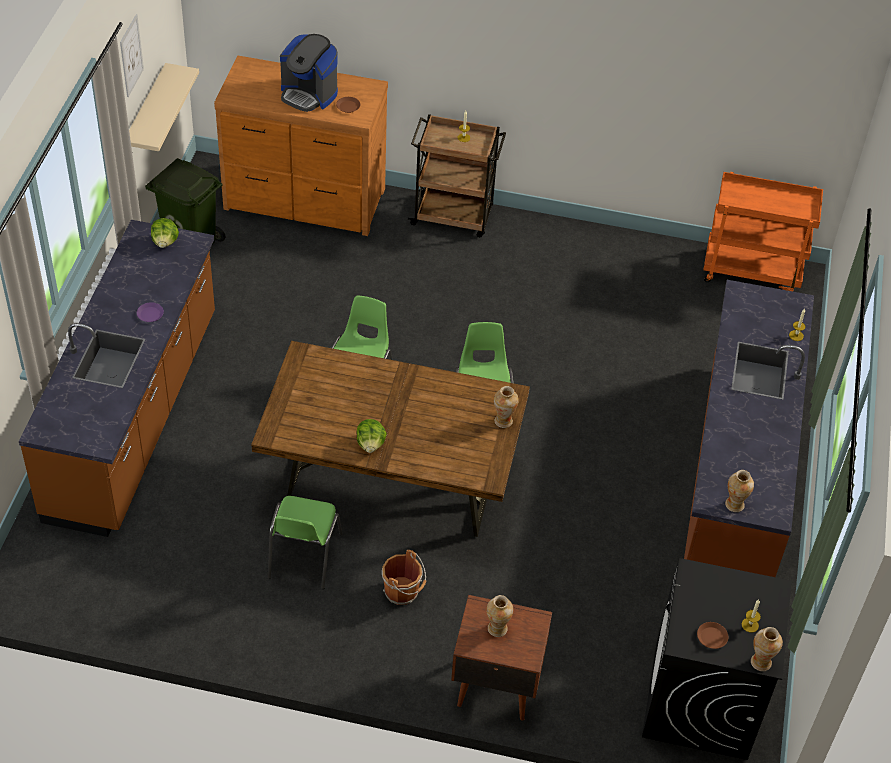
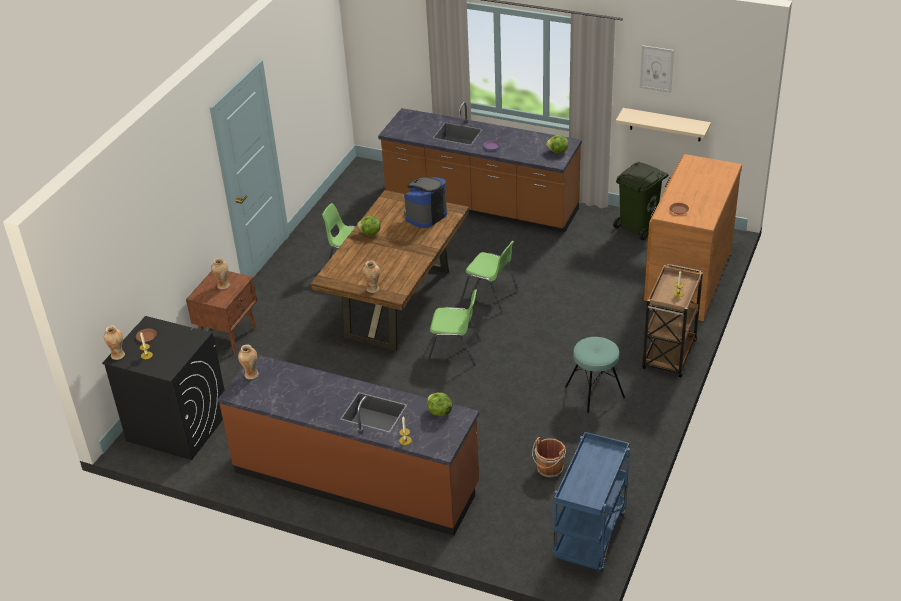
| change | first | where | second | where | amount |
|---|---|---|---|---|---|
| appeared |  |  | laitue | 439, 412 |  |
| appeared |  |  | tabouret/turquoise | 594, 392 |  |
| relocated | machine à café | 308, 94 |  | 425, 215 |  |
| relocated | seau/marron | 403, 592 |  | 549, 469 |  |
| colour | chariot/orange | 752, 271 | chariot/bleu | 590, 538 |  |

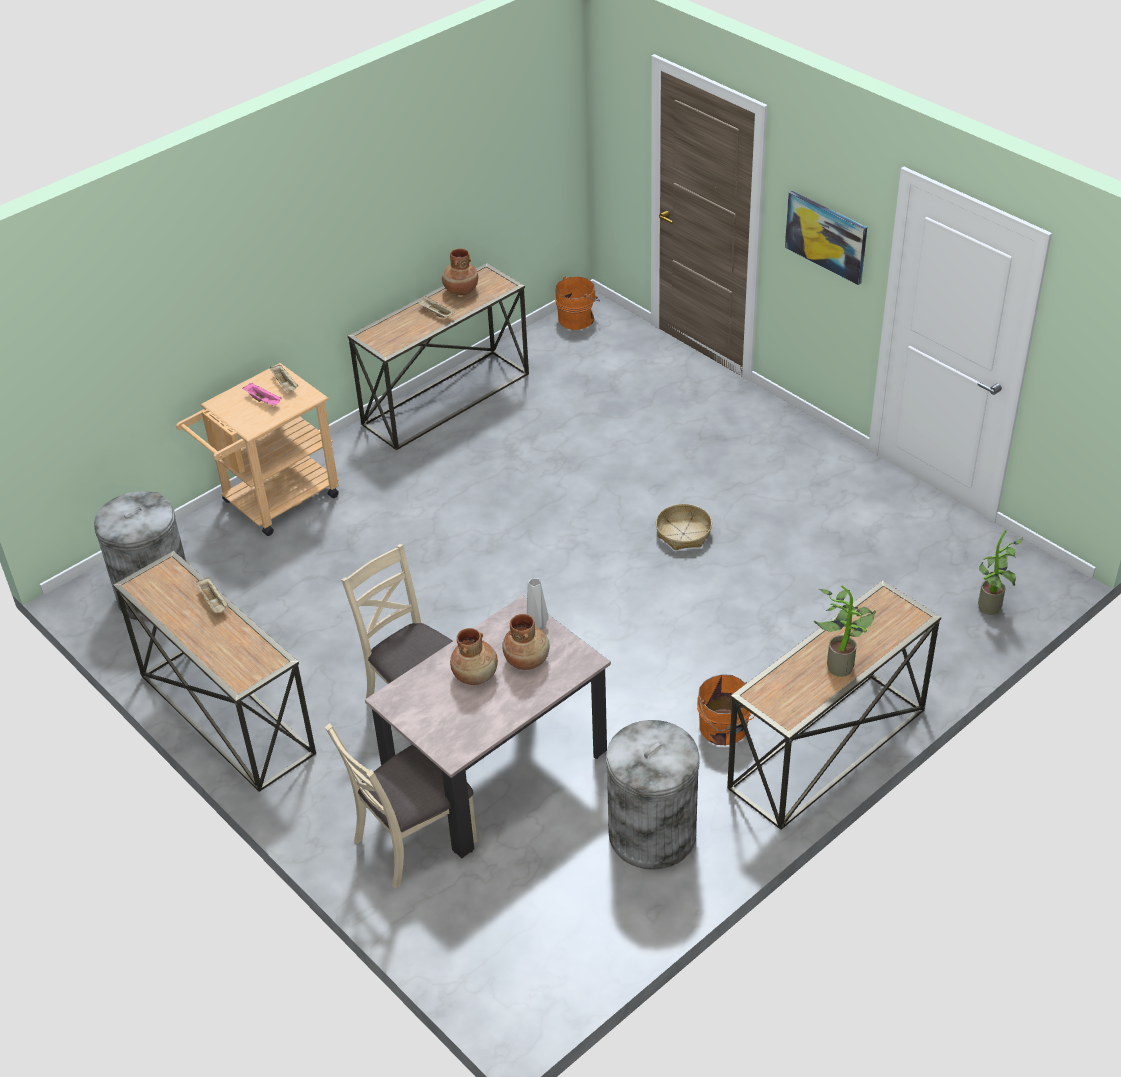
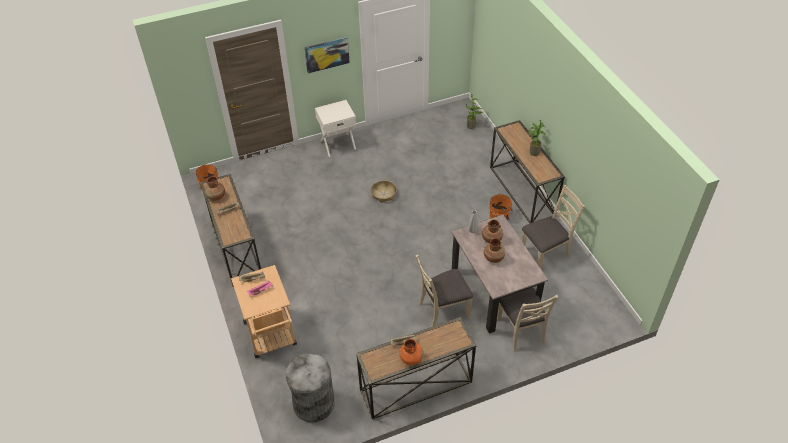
| change | first | where | second | where | amount |
|---|---|---|---|---|---|
| appeared |  |  | table de chevet/blanc | 338, 144 |  |
| appeared |  |  | vase/orange | 411, 358 |  |
| exchanged | poubelle/gris | 652, 834 | chaise/beige | 545, 253 |  |

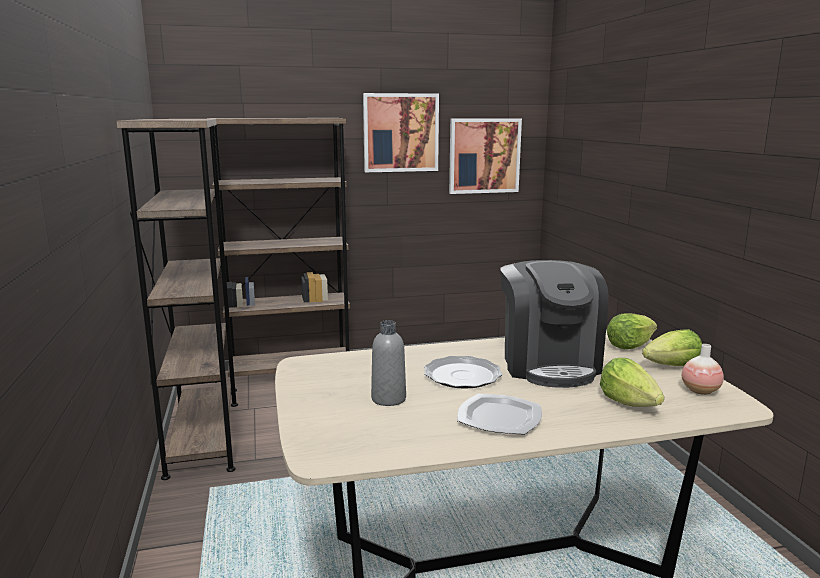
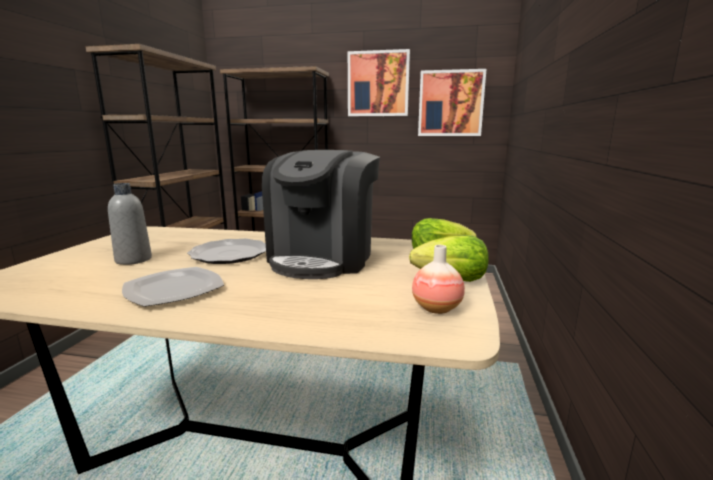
| change | first | where | second | where | amount |
|---|---|---|---|---|---|
| missing | laitue | 628, 403 |  |  |  |

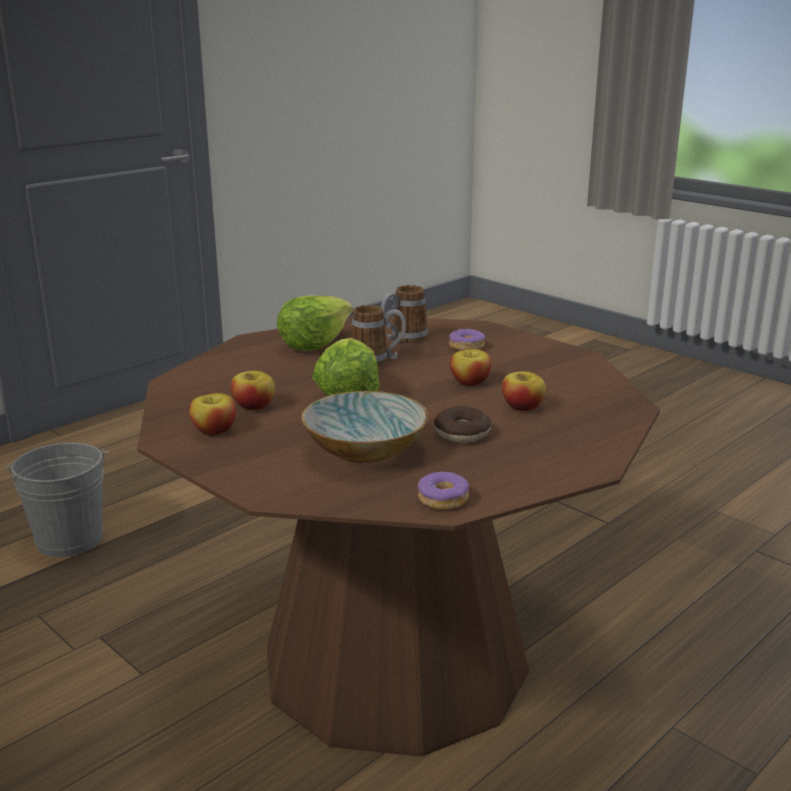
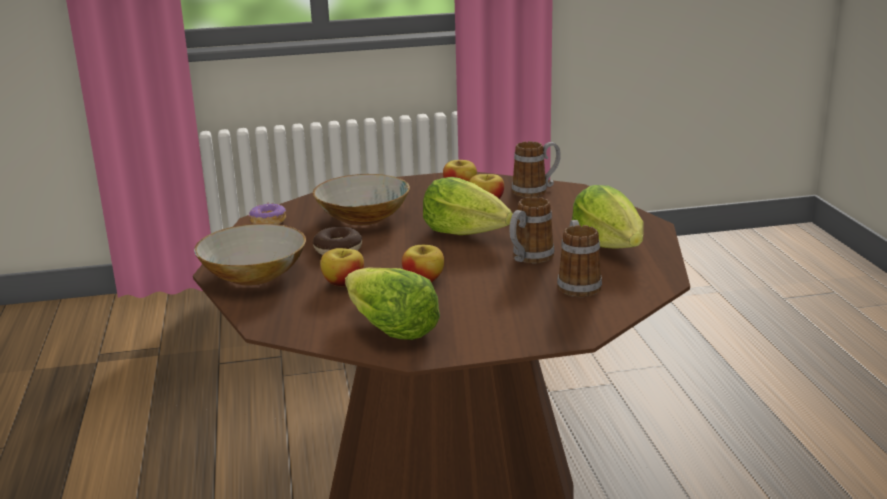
| change | first | where | second | where | amount |
|---|---|---|---|---|---|
| missing | seau/gris | 69, 540 |  |  |  |
| missing | beignet | 466, 347 |  |  |  |
| appeared |  |  | bol | 252, 275 |  |
| appeared |  |  | laitue | 389, 329 |  |
| appeared |  |  | mug | 536, 191 |  |

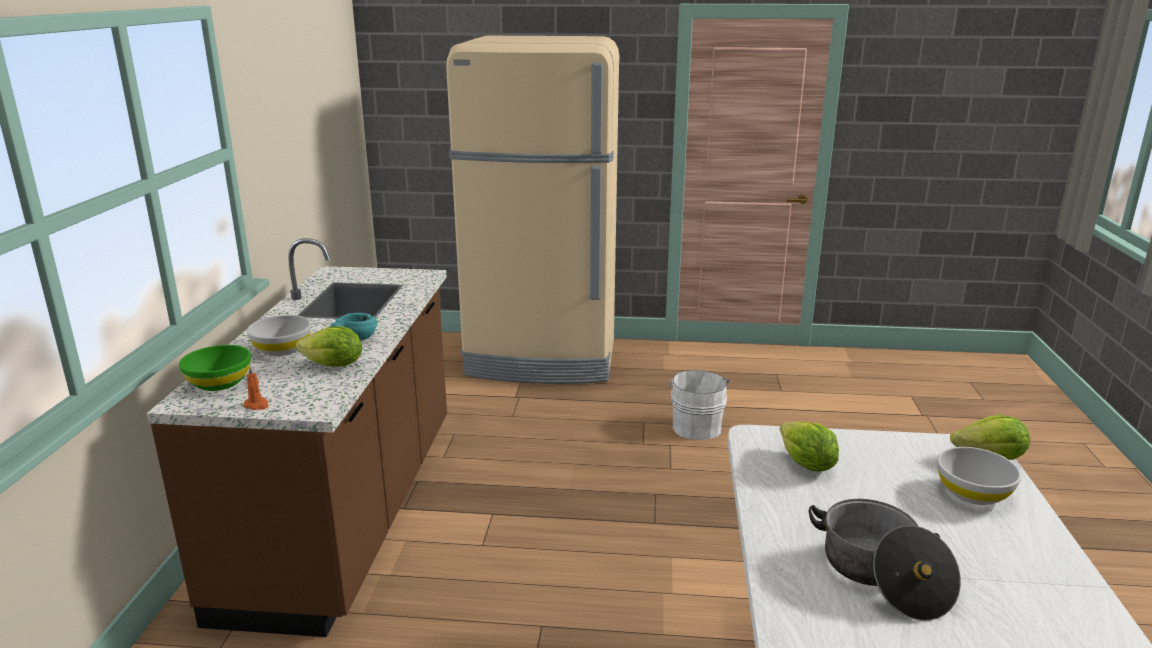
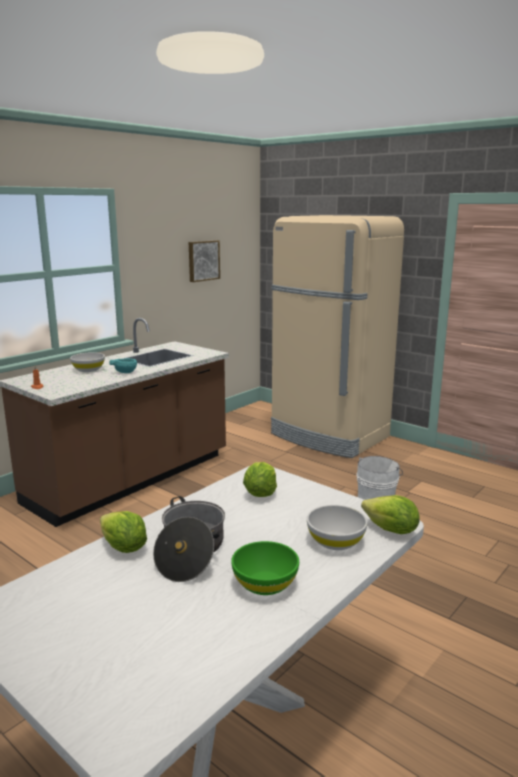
| change | first | where | second | where | amount |
|---|---|---|---|---|---|
| appeared |  |  | tableau | 203, 260 |  |
| relocated | bol/vert | 219, 383 |  | 264, 584 |  |
| relocated | laitue | 334, 366 |  | 123, 548 |  |

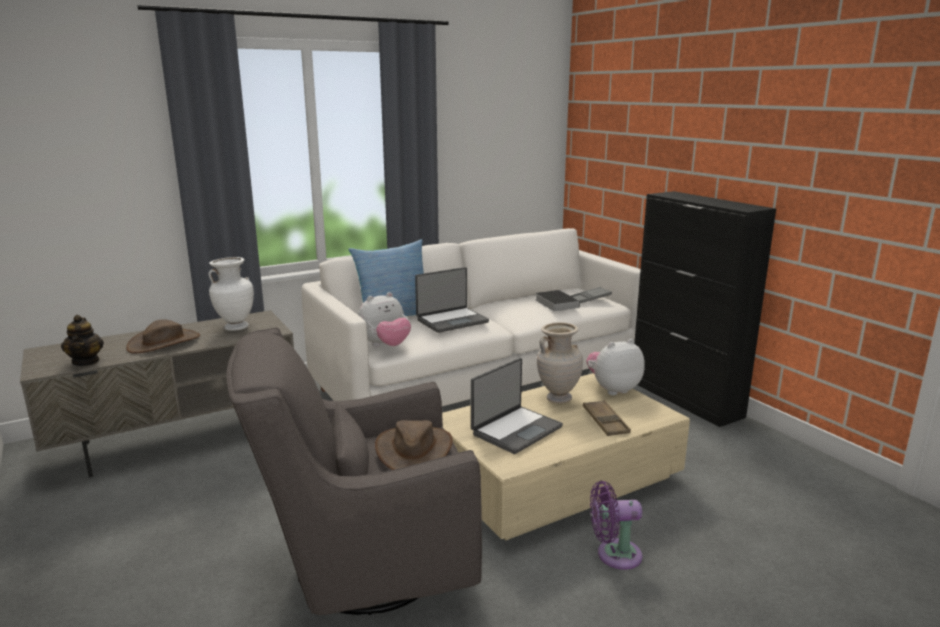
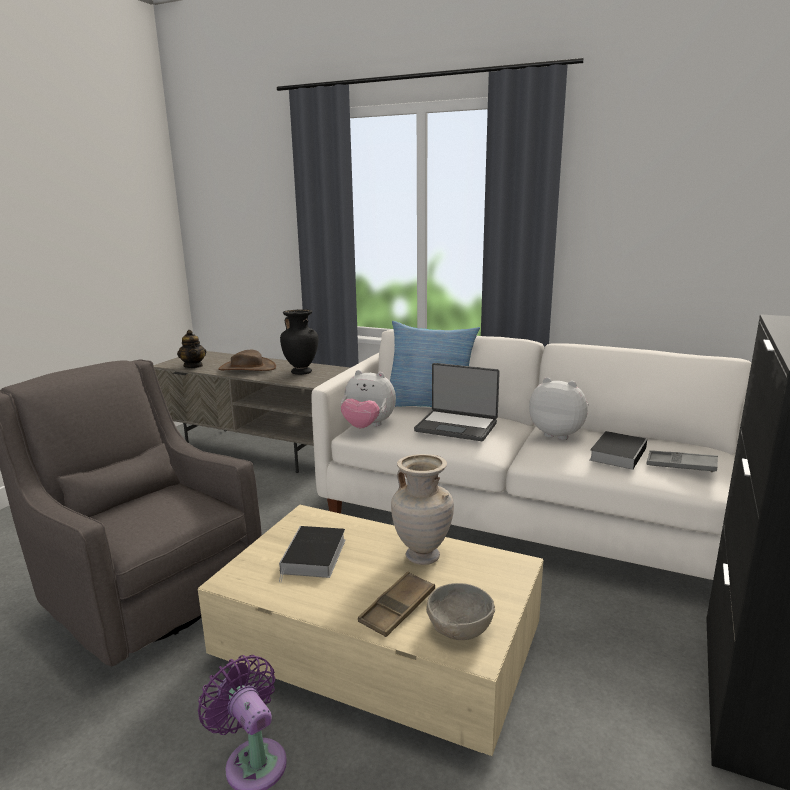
| change | first | where | second | where | amount |
|---|---|---|---|---|---|
| missing | chapeau/marron | 413, 449 |  |  |  |
| appeared |  |  | bol/gris | 459, 627 |  |
| relocated | peluche | 613, 389 |  | 558, 434 |  |
| exchanged | ordinateur portable | 515, 430 | livre | 314, 557 |  |
| colour | vase/blanc | 236, 327 | vase/noir | 301, 372 |  |
| spun | théière | 86, 361 |  | 193, 366 | 60 degrees counterclockwise |

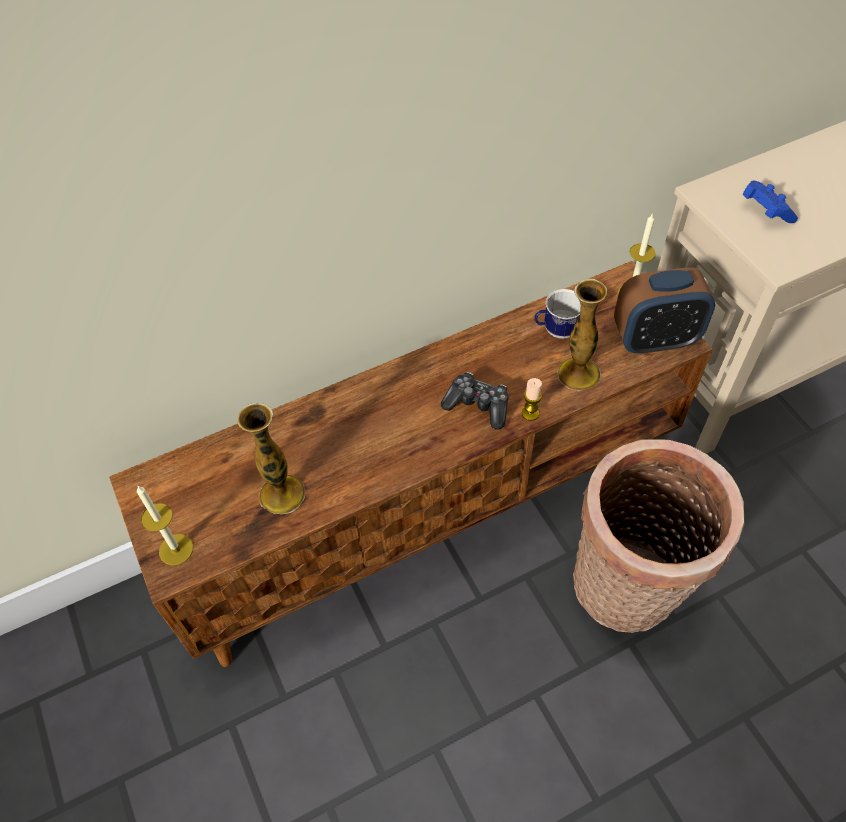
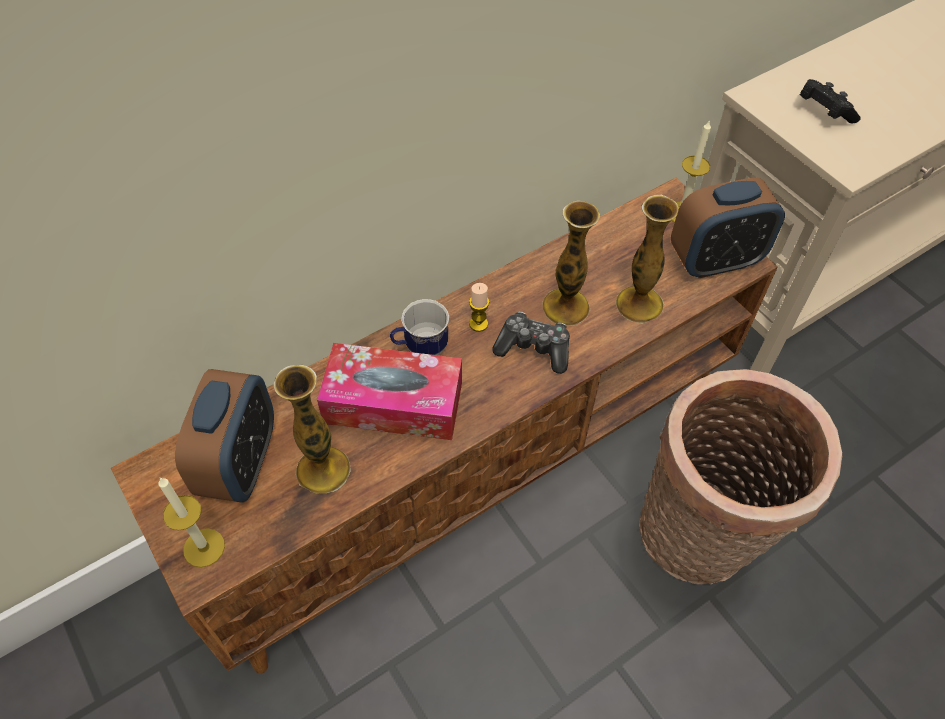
| change | first | where | second | where | amount |
|---|---|---|---|---|---|
| appeared |  |  | réveil | 240, 463 |  |
| appeared |  |  | boîte à mouchoirs | 393, 403 |  |
| appeared |  |  | vase | 565, 307 |  |
| relocated | bougie | 530, 413 |  | 478, 324 |  |
| relocated | mug | 555, 331 |  | 420, 348 |  |
| colour | manette/bleu | 764, 211 | manette/noir | 823, 112 |  |

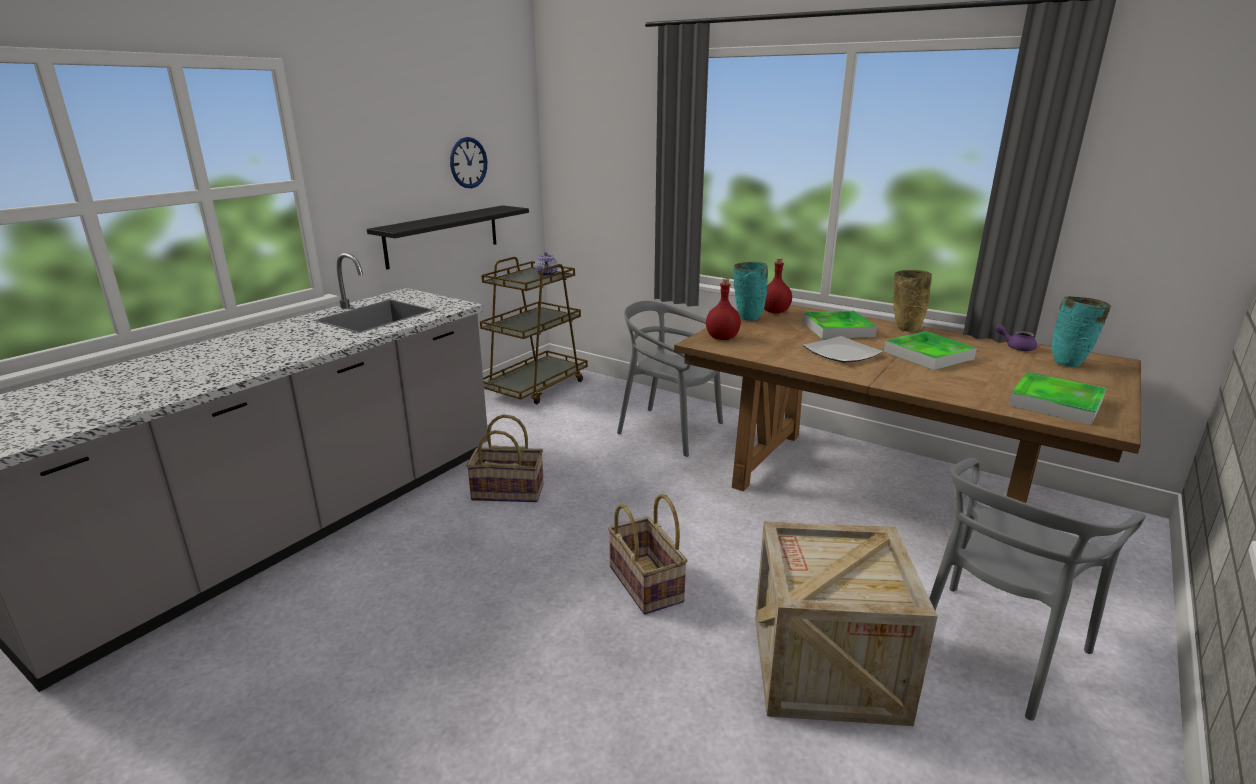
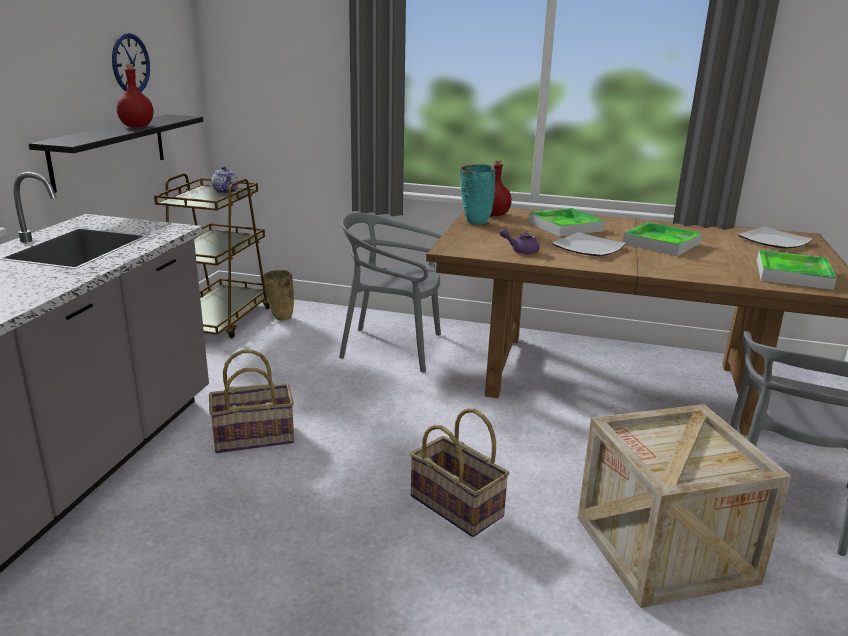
| change | first | where | second | where | amount |
|---|---|---|---|---|---|
| relocated | bouteille/rouge | 722, 338 |  | 137, 126 |  |
| relocated | vase/beige | 904, 329 |  | 280, 318 |  |
| relocated | théière/violet | 1016, 347 |  | 521, 250 |  |
| exchanged | vase/turquoise | 1070, 364 | assiette | 774, 241 |  |

